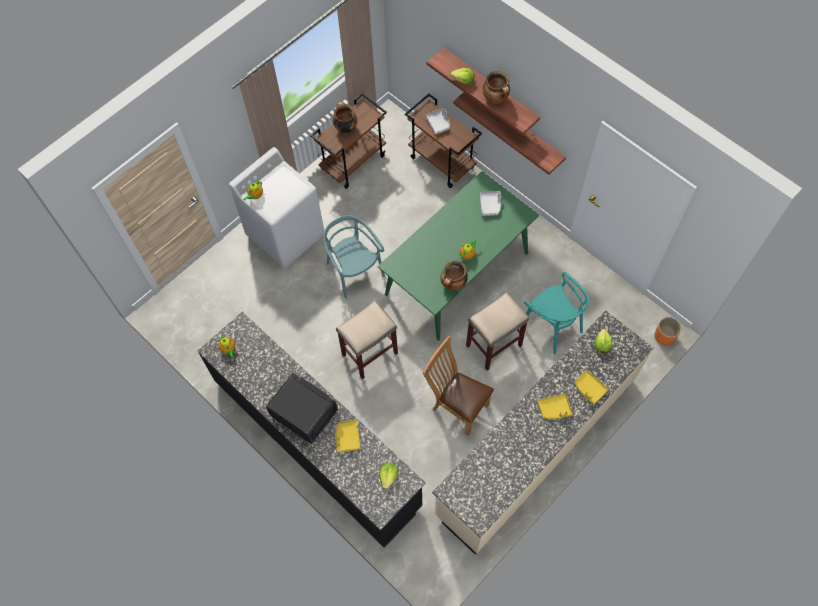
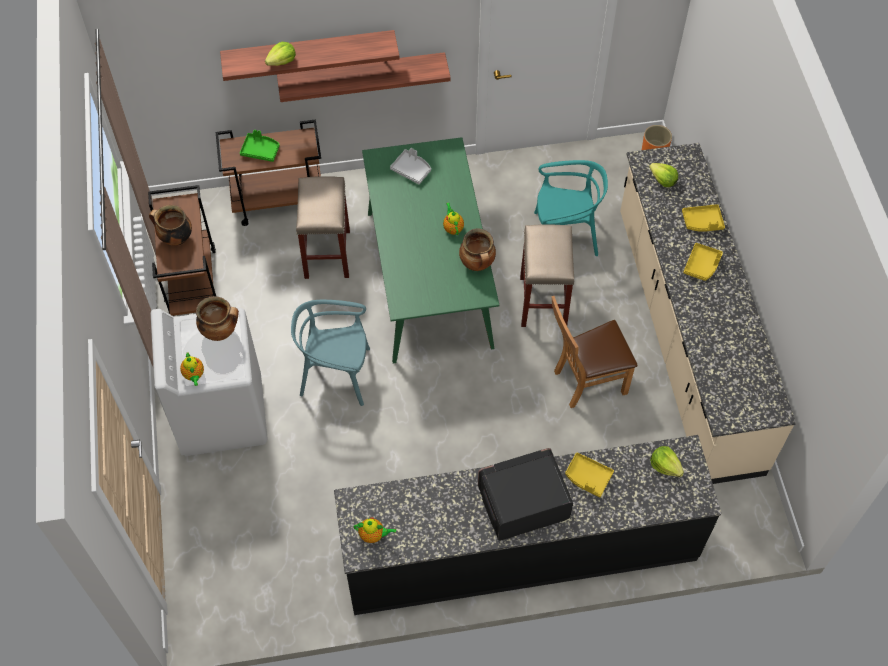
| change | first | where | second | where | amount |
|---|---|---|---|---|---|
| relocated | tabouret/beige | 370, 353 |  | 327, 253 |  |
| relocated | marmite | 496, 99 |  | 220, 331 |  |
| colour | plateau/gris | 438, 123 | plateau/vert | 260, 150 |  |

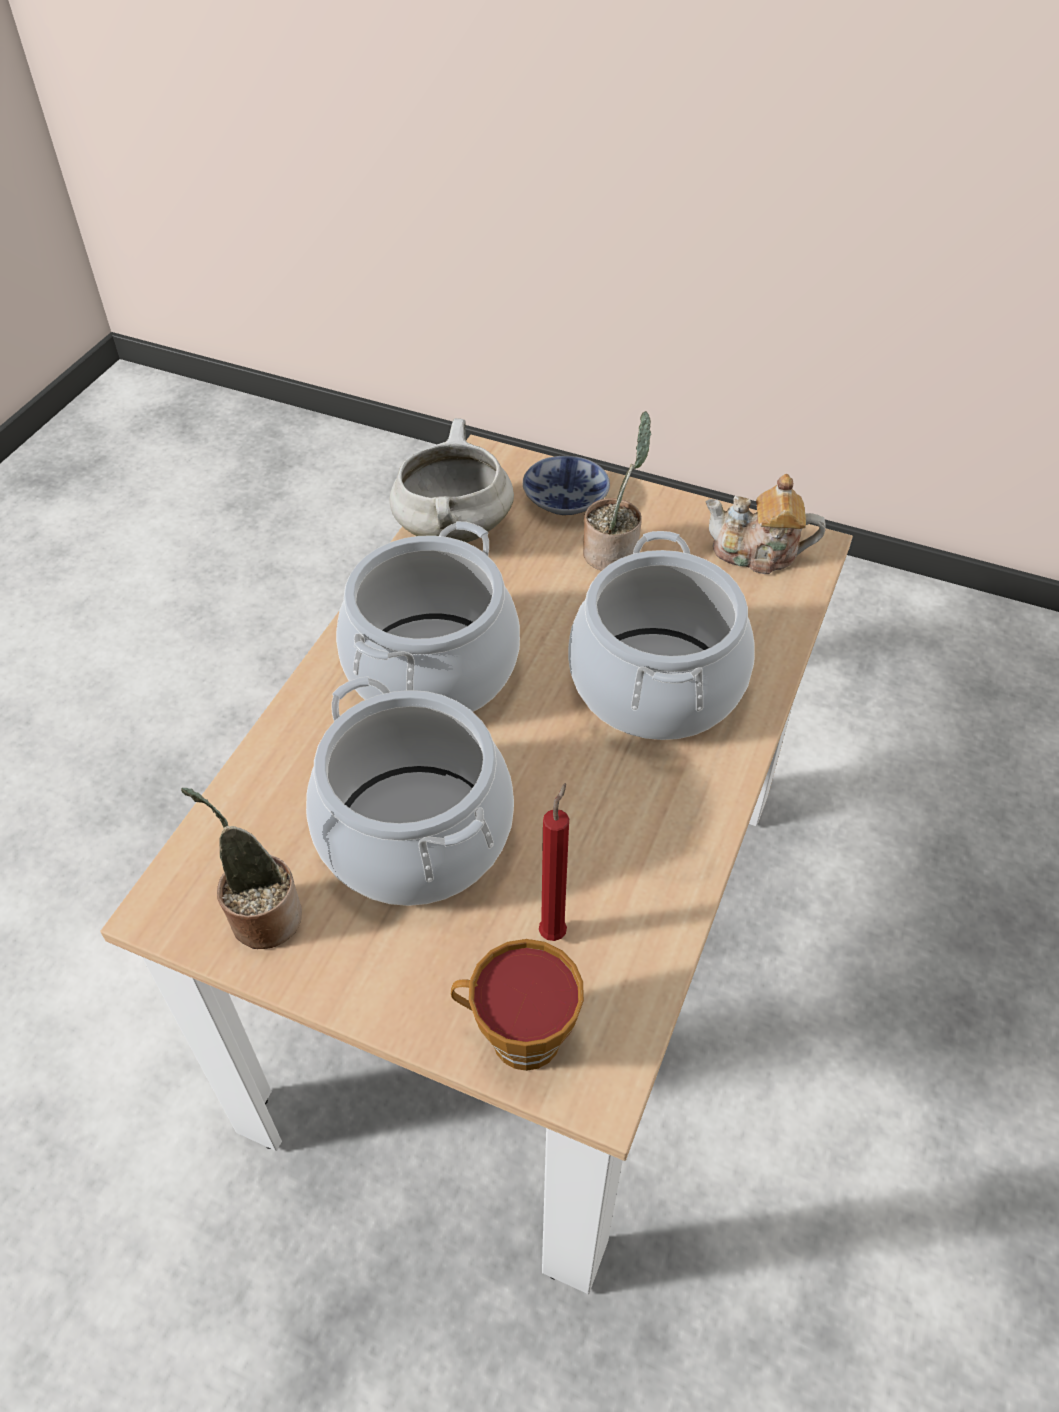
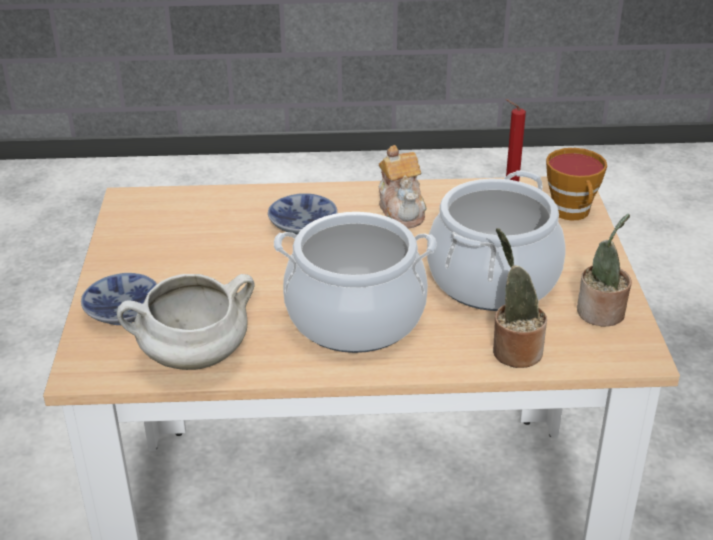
| change | first | where | second | where | amount |
|---|---|---|---|---|---|
| relocated | plante en pot | 613, 552 |  | 513, 350 |  |
| relocated | théière | 757, 553 |  | 402, 211 |  |
| exchanged | marmite | 655, 684 | bol | 302, 227 |  |

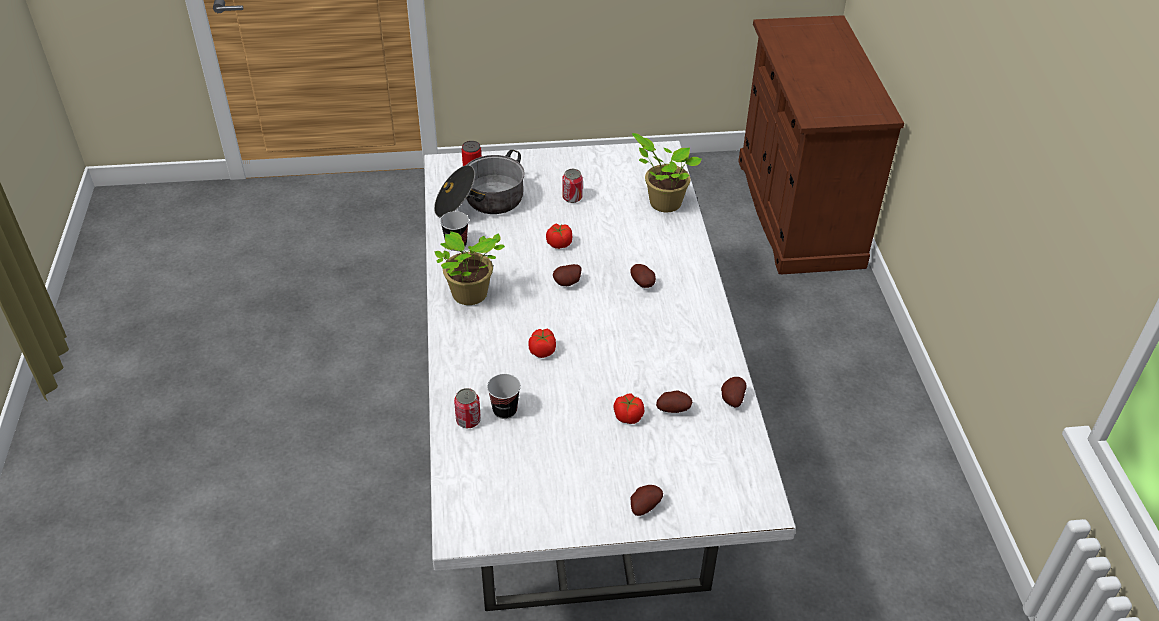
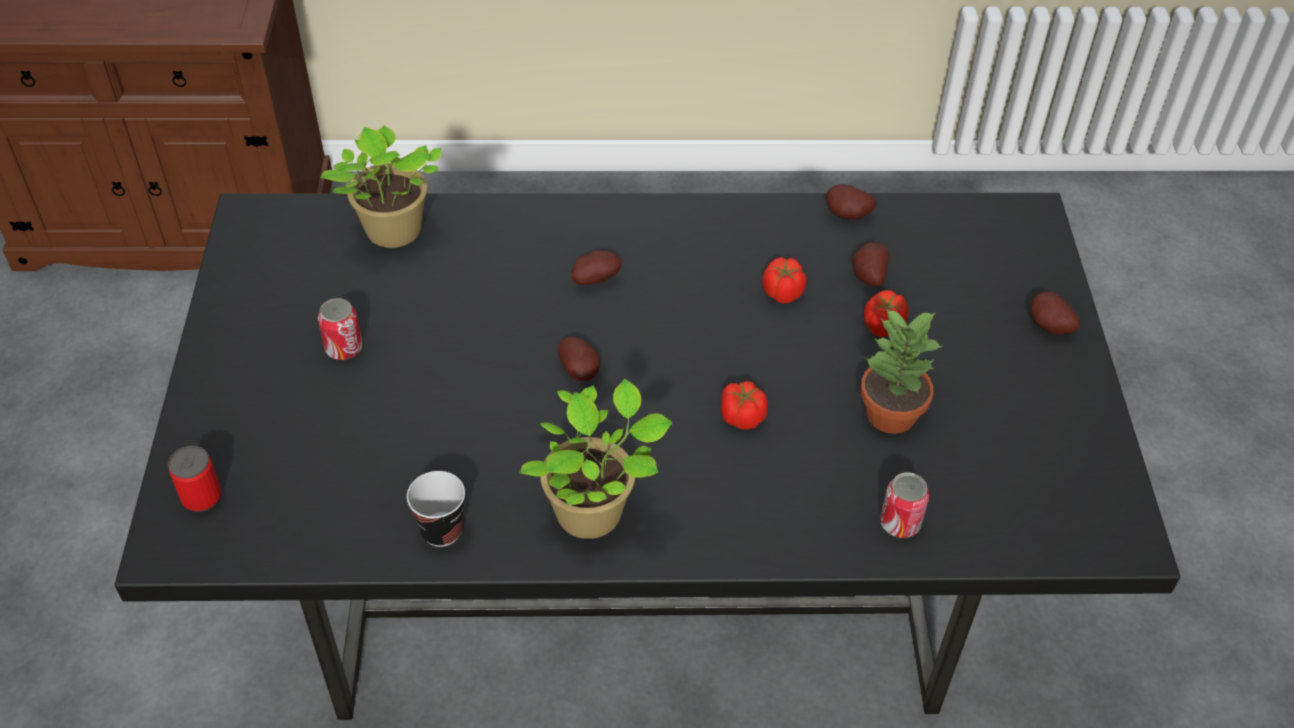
| change | first | where | second | where | amount |
|---|---|---|---|---|---|
| missing | marmite | 480, 202 |  |  |  |
| missing | tasse | 505, 410 |  |  |  |
| appeared |  |  | plante en pot | 889, 414 |  |
| relocated | tomate | 559, 244 |  | 782, 293 |  |
| colour | table à manger/blanc | 577, 452 | table à manger/noir | 644, 569 |  |

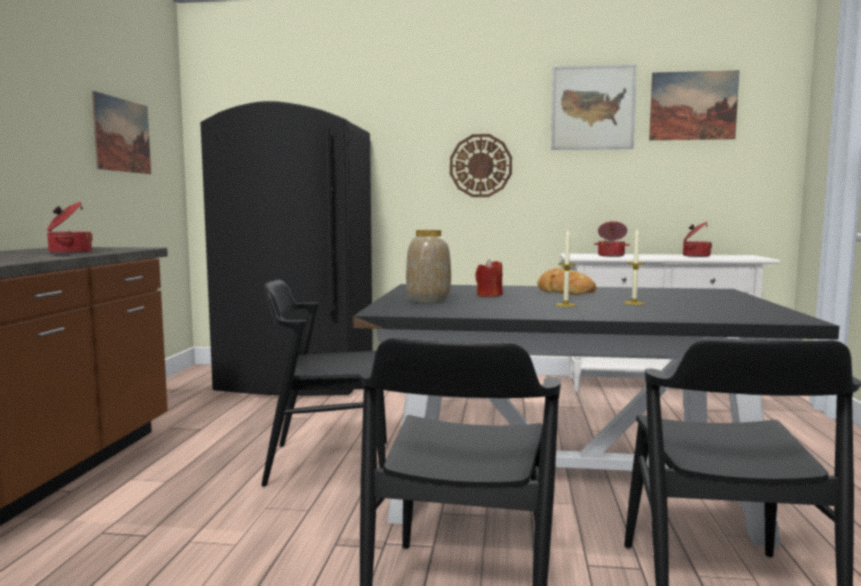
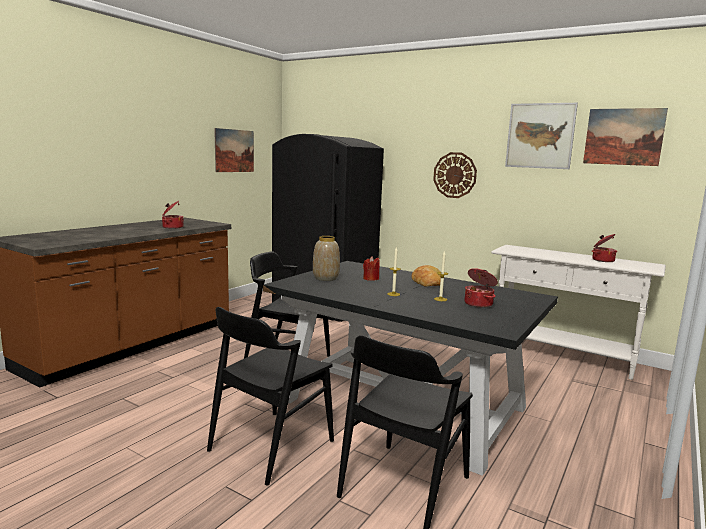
| change | first | where | second | where | amount |
|---|---|---|---|---|---|
| relocated | marmite | 611, 255 |  | 479, 304 |  |

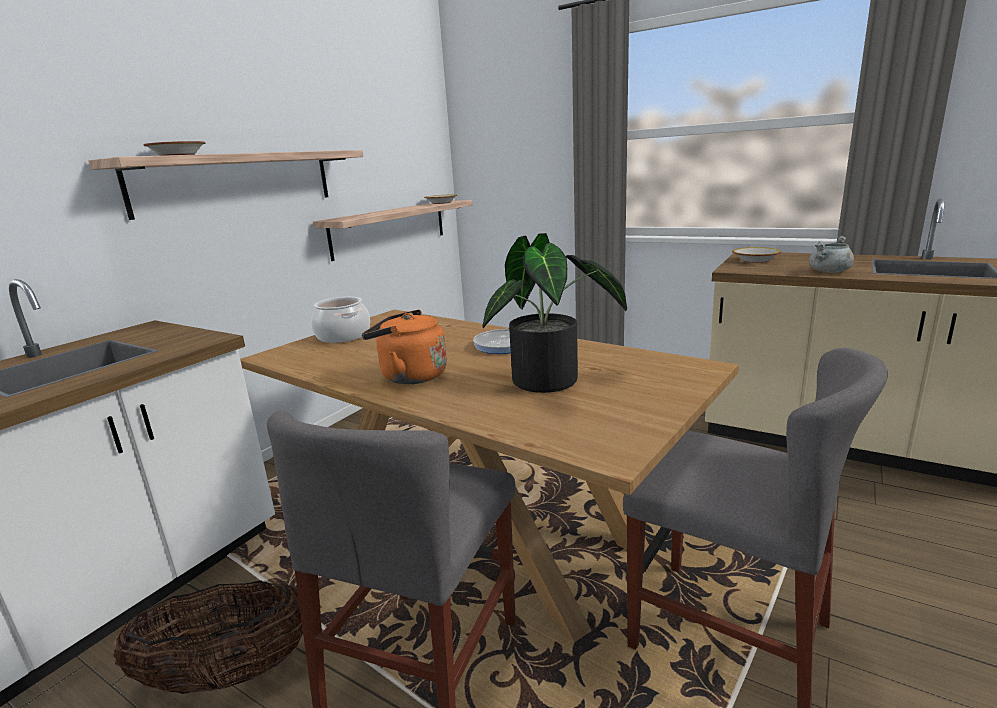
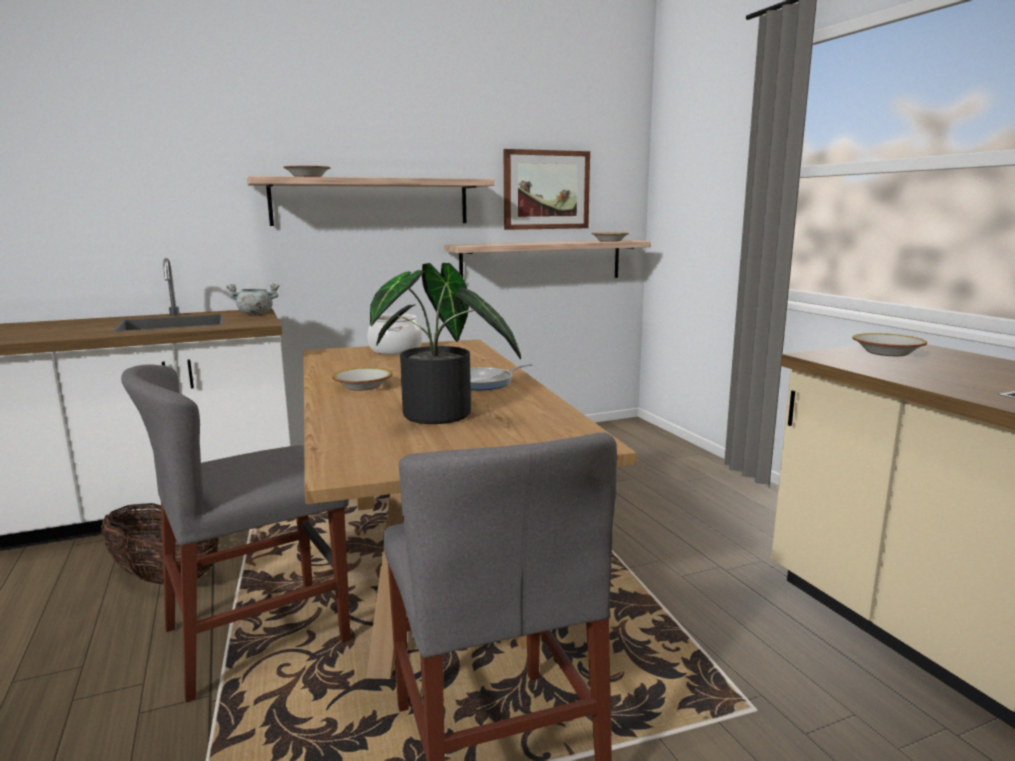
| change | first | where | second | where | amount |
|---|---|---|---|---|---|
| appeared |  |  | tableau | 546, 190 |  |
| relocated | marmite/gris | 829, 272 |  | 255, 314 |  |
| exchanged | bouilloire/orange | 409, 376 | bol | 363, 386 |  |

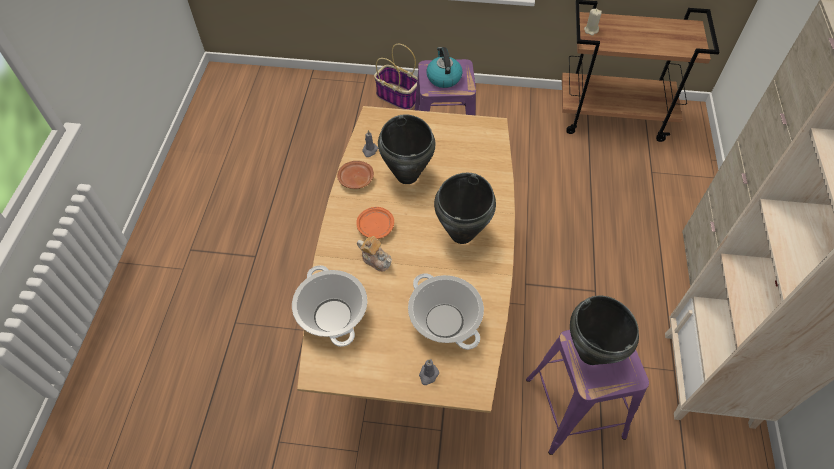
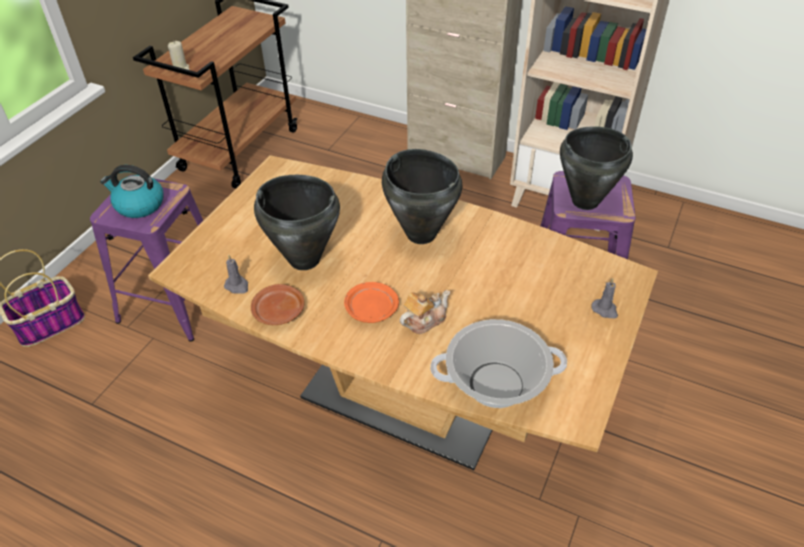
| change | first | where | second | where | amount |
|---|---|---|---|---|---|
| missing | marmite | 445, 321 |  |  |  |

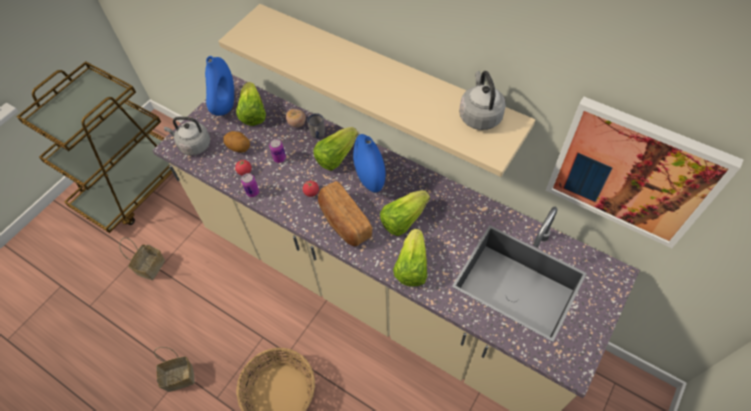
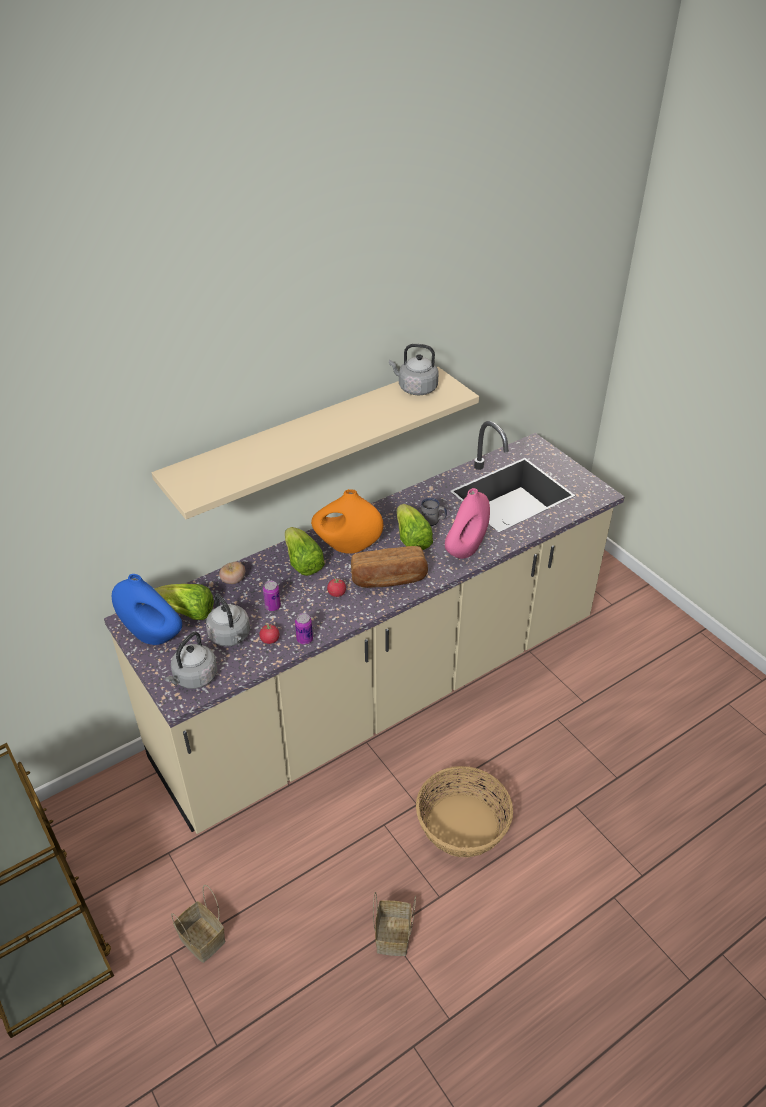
| change | first | where | second | where | amount |
|---|---|---|---|---|---|
| missing | tableau | 632, 173 |  |  |  |
| relocated | mug/gris | 317, 135 |  | 433, 522 |  |
| exchanged | pomme de terre | 239, 147 | bouilloire/gris | 230, 637 |  |
| exchanged | laitue | 411, 266 | vase/rose | 466, 549 |  |
| colour | vase/bleu | 369, 178 | vase/orange | 347, 547 |  |

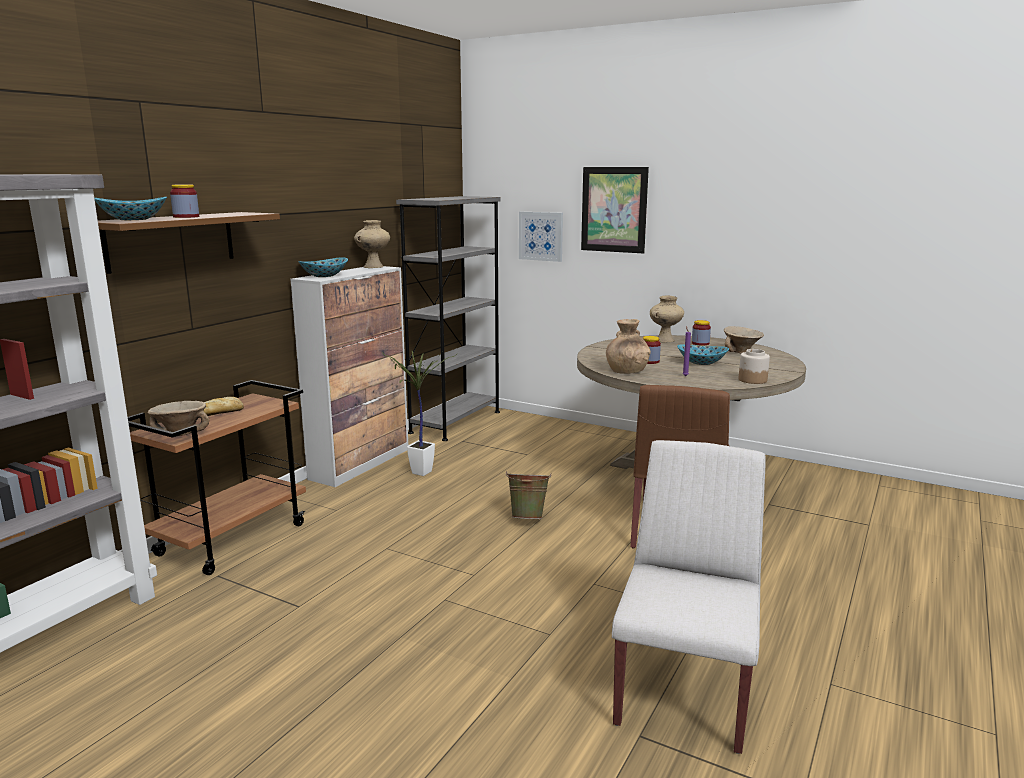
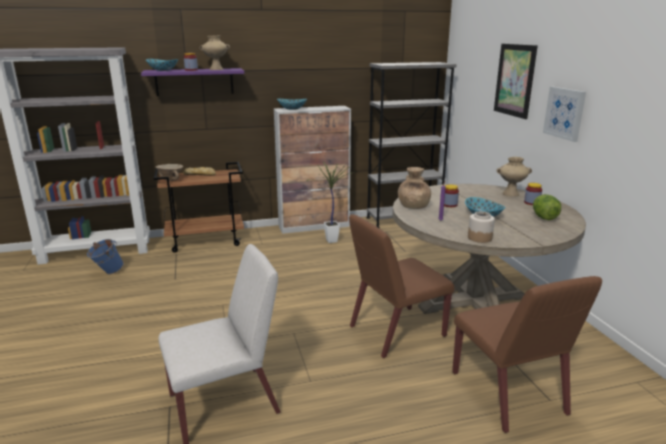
| change | first | where | second | where | amount |
|---|---|---|---|---|---|
| missing | seau/vert | 528, 517 |  |  |  |
| appeared |  |  | seau/bleu | 107, 273 |  |
| appeared |  |  | chaise/marron | 508, 394 |  |
| relocated | vase/beige | 373, 267 |  | 216, 69 |  |
| relocated | tableau | 541, 236 |  | 564, 113 |  |
| exchanged | bol/beige | 742, 352 | laitue | 544, 217 |  |
| colour | étagère/marron | 171, 241 | étagère/violet | 194, 82 |  |

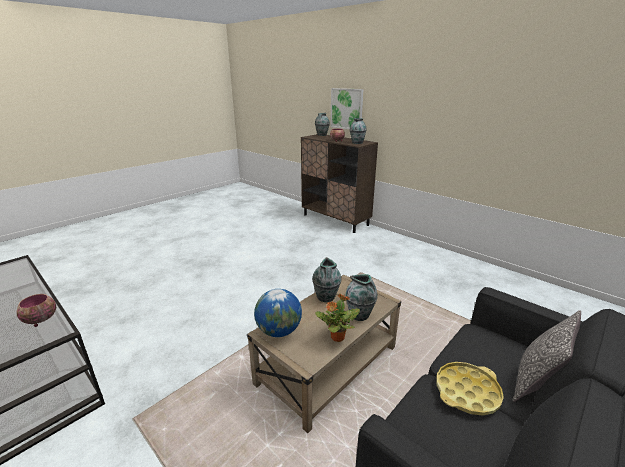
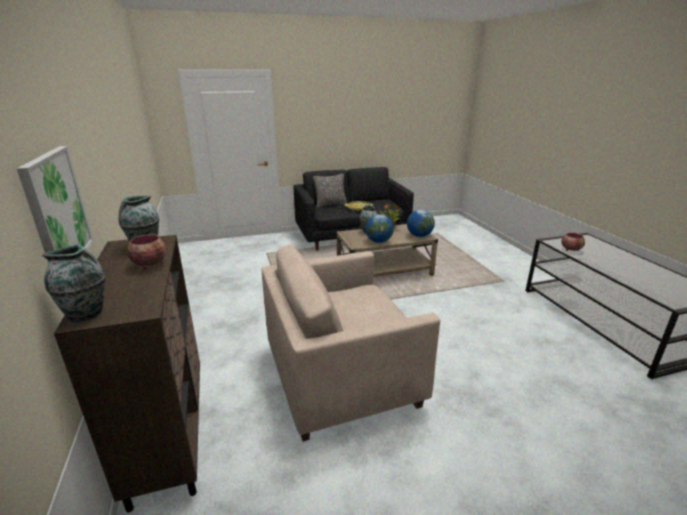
| change | first | where | second | where | amount |
|---|---|---|---|---|---|
| appeared |  |  | fauteuil/beige | 341, 376 |  |
| exchanged | vase | 326, 297 | globe | 379, 241 |  |

